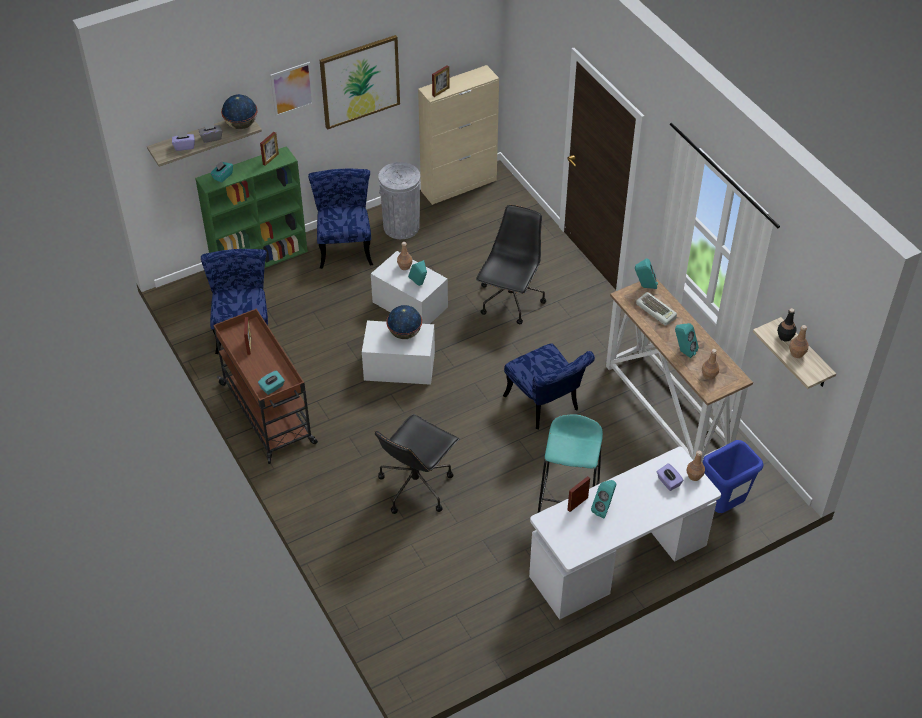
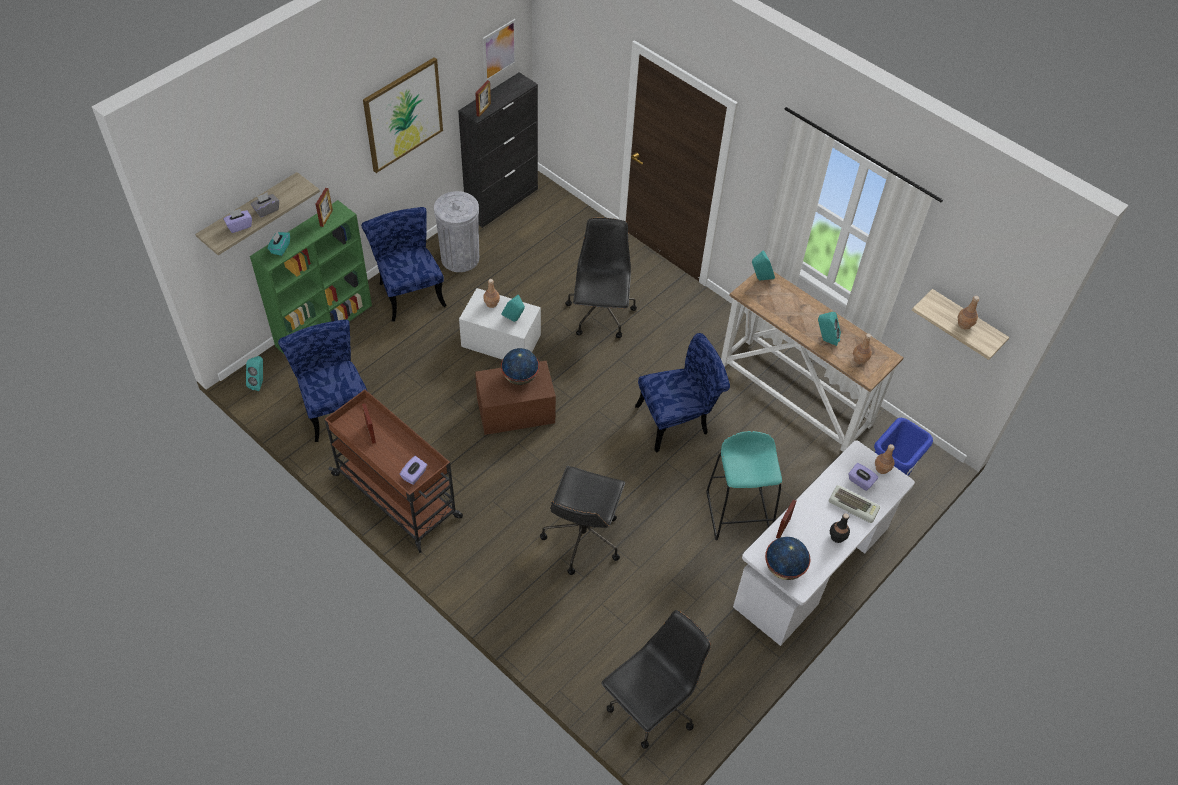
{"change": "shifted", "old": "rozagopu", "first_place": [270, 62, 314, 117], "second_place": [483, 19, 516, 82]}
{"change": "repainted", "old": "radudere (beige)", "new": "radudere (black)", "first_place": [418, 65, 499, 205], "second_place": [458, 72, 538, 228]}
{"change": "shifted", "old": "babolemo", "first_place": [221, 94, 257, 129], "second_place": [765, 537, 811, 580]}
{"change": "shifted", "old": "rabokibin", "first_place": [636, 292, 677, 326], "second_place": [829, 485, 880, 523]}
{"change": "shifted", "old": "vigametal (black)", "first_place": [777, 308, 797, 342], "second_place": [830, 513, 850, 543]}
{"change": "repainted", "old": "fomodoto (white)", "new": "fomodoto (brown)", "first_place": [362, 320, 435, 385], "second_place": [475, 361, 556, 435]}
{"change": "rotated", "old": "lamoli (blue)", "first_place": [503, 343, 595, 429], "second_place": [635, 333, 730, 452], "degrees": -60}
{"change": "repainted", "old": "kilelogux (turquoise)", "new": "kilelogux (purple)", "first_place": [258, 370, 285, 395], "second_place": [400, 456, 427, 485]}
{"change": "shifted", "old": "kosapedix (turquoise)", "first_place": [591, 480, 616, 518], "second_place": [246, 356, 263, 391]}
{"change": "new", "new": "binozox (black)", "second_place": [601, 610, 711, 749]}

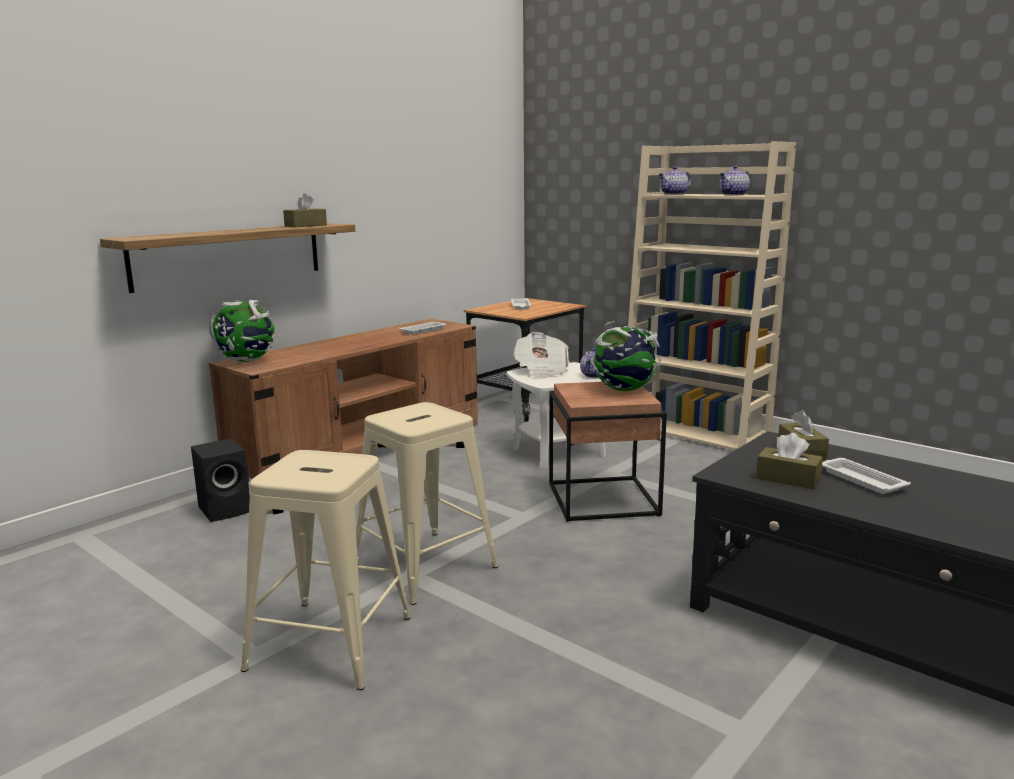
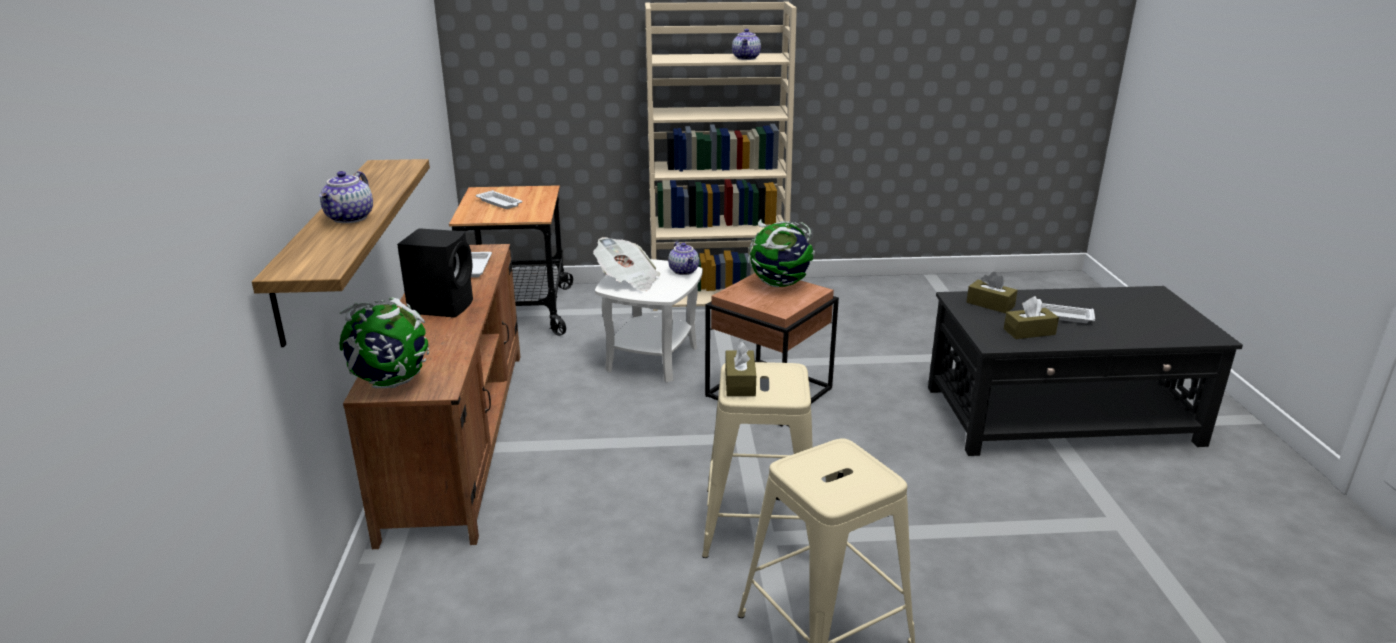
{"change": "shifted", "old": "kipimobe", "first_place": [658, 166, 691, 195], "second_place": [319, 171, 373, 223]}
{"change": "shifted", "old": "kilelogux (brown)", "first_place": [283, 193, 327, 227], "second_place": [725, 341, 756, 396]}
{"change": "shifted", "old": "kosapedix (black)", "first_place": [191, 438, 250, 522], "second_place": [397, 228, 473, 318]}

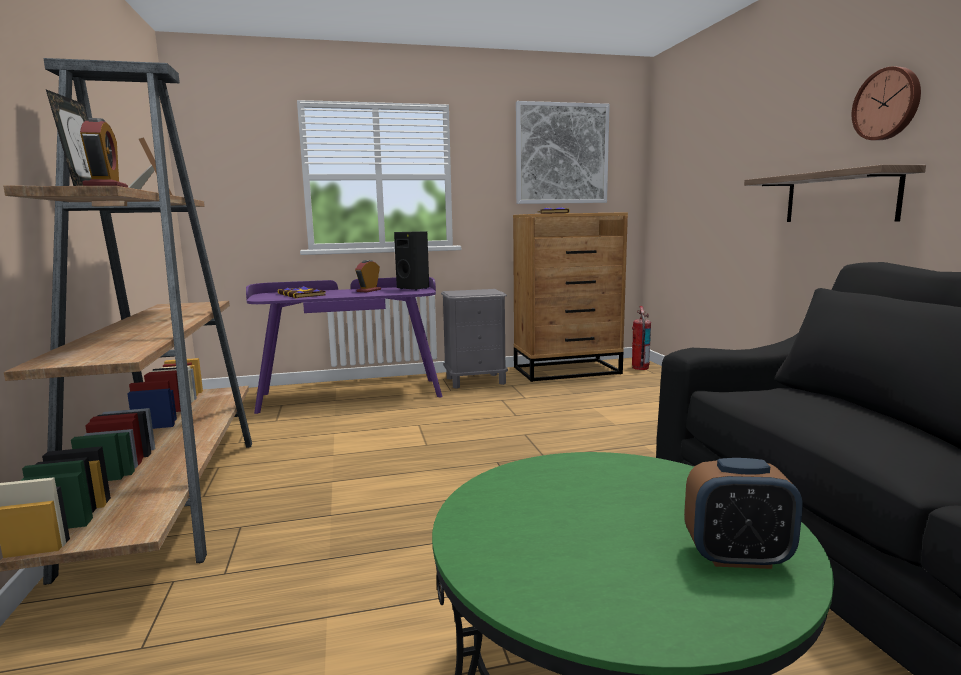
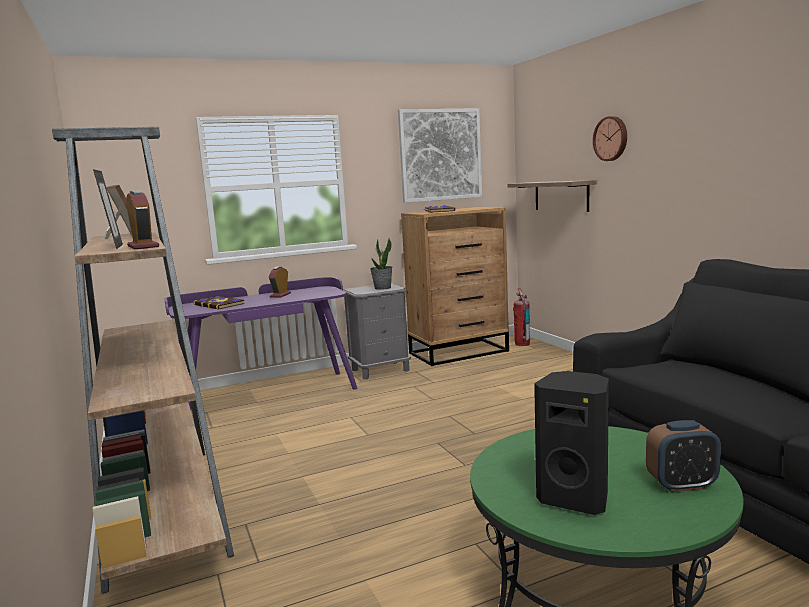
{"change": "shifted", "old": "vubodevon", "first_place": [852, 66, 921, 140], "second_place": [593, 116, 627, 161]}
{"change": "shifted", "old": "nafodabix", "first_place": [744, 165, 926, 222], "second_place": [507, 180, 597, 212]}
{"change": "shifted", "old": "kosapedix (black)", "first_place": [394, 231, 429, 291], "second_place": [534, 371, 609, 515]}
{"change": "new", "new": "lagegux", "second_place": [370, 238, 393, 290]}

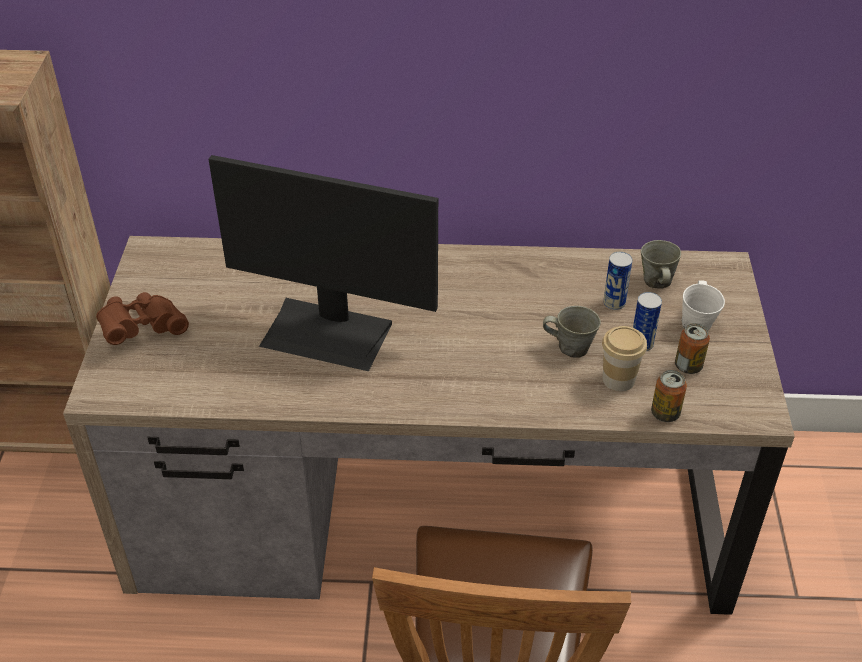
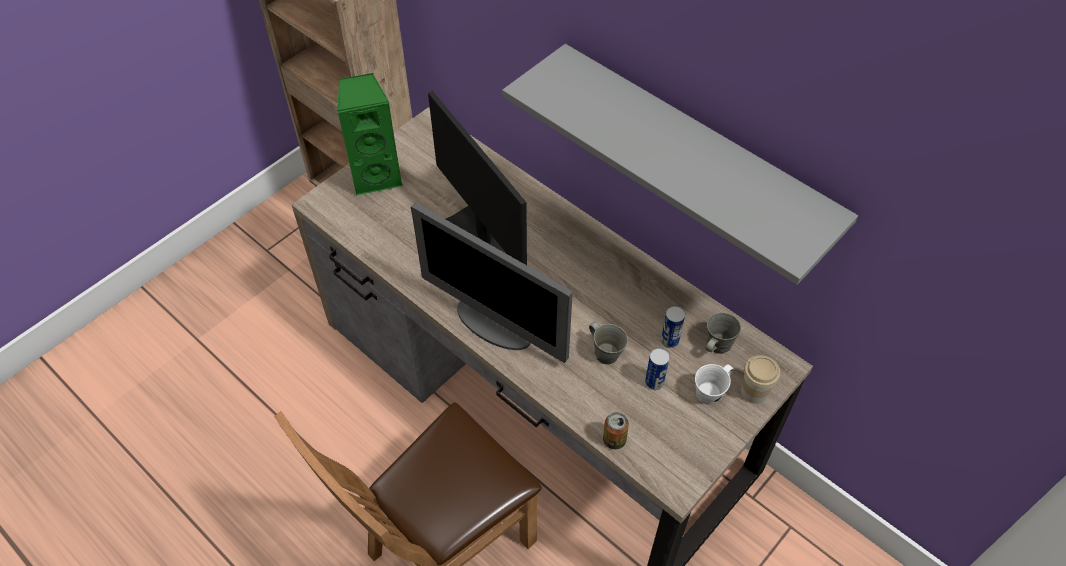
{"change": "swapped", "old": "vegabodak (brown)", "new": "kosapedix (green)", "first_place": [96, 292, 189, 345], "second_place": [337, 73, 403, 196]}
{"change": "gone", "old": "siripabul", "first_place": [675, 323, 710, 374]}
{"change": "shifted", "old": "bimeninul", "first_place": [602, 326, 647, 392], "second_place": [741, 355, 780, 404]}
{"change": "new", "new": "nafodabix (grey)", "second_place": [502, 44, 858, 285]}
{"change": "new", "new": "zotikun", "second_place": [411, 203, 573, 363]}

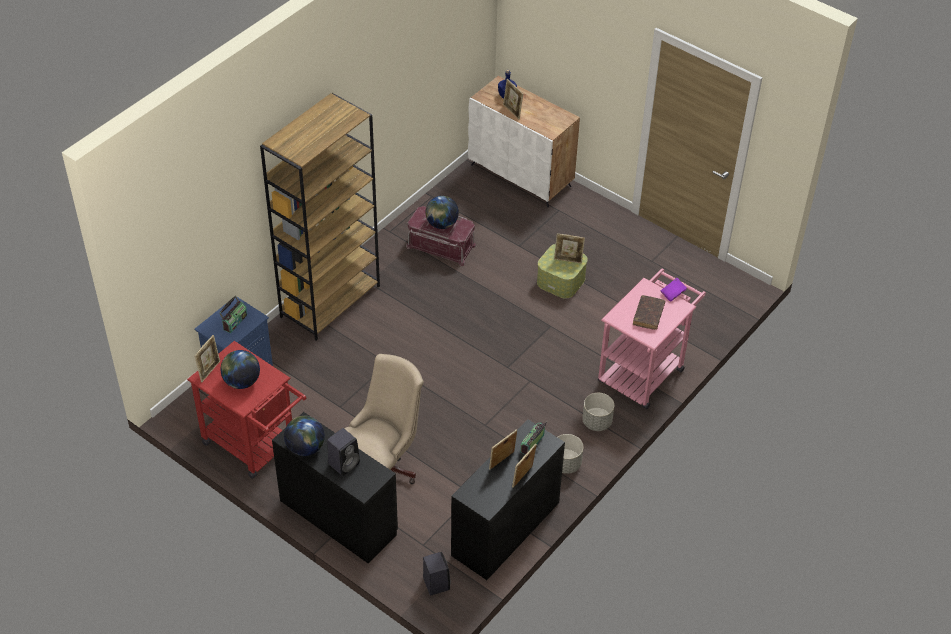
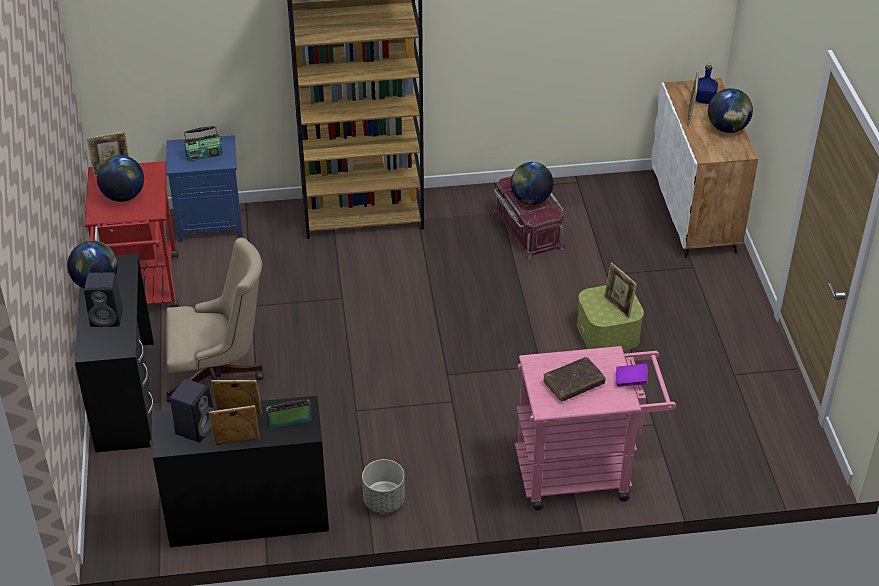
{"change": "gone", "old": "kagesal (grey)", "first_place": [582, 393, 614, 431]}
{"change": "shifted", "old": "kosapedix (black)", "first_place": [423, 552, 451, 595], "second_place": [170, 379, 215, 443]}
{"change": "new", "new": "babolemo", "second_place": [708, 88, 753, 133]}

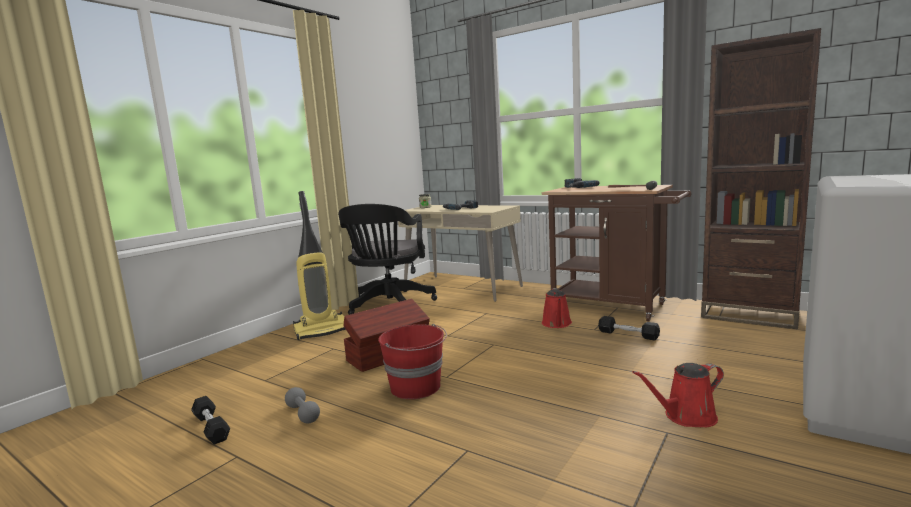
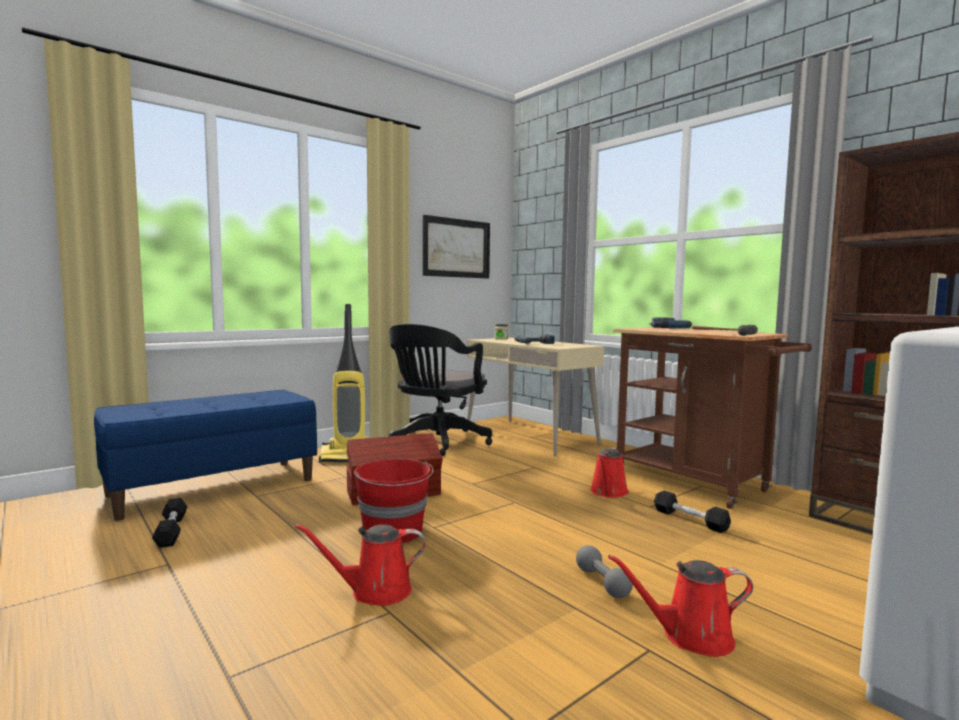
{"change": "shifted", "old": "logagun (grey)", "first_place": [285, 387, 320, 424], "second_place": [576, 545, 633, 598]}
{"change": "new", "new": "rozagopu", "second_place": [423, 215, 490, 279]}
{"change": "new", "new": "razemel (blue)", "second_place": [94, 390, 317, 521]}
{"change": "new", "new": "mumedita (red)", "second_place": [295, 524, 426, 606]}

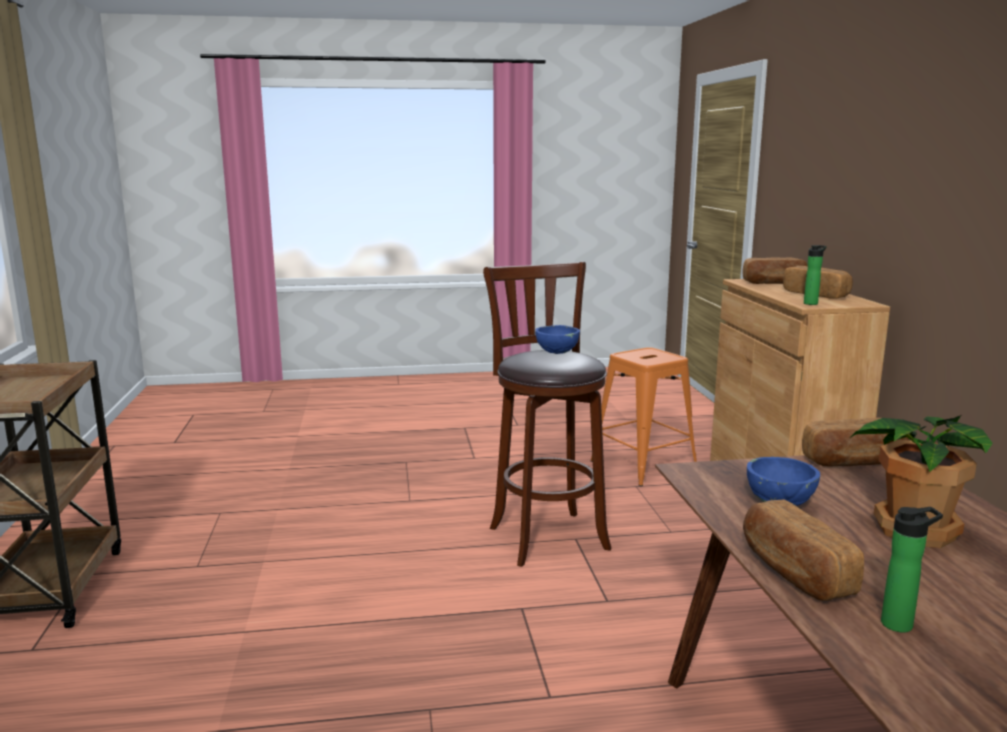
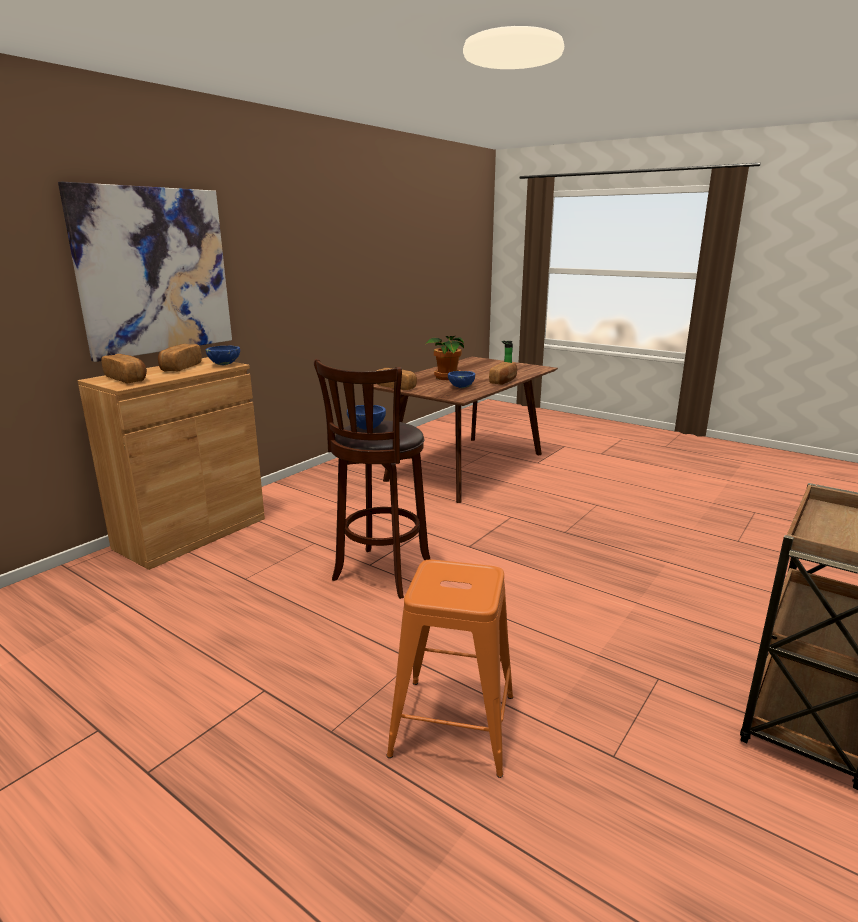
{"change": "swapped", "old": "vigametal", "new": "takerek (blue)", "first_place": [804, 245, 827, 305], "second_place": [206, 345, 240, 365]}
{"change": "shifted", "old": "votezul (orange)", "first_place": [590, 347, 697, 486], "second_place": [387, 560, 513, 778]}
{"change": "new", "new": "rozagopu", "second_place": [58, 182, 232, 362]}

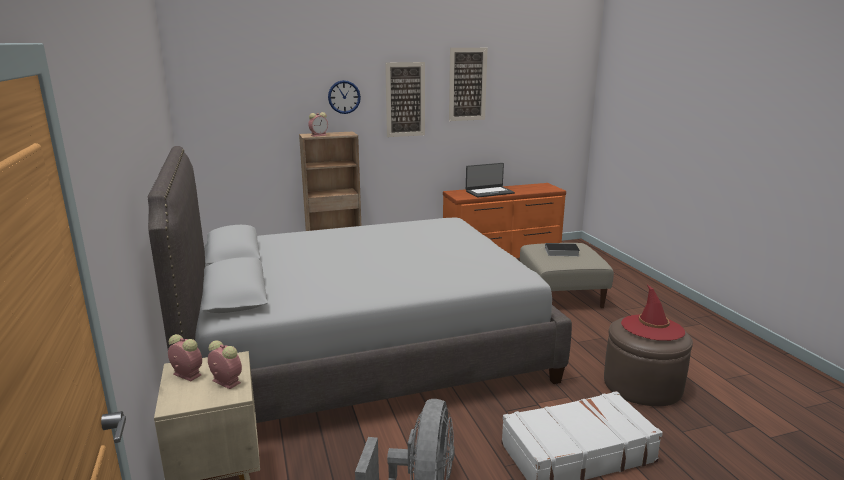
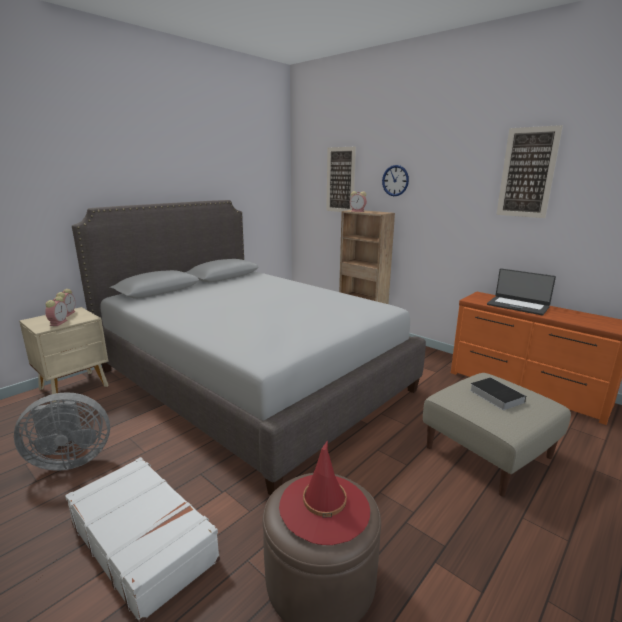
{"change": "shifted", "old": "rozagopu", "first_place": [385, 62, 425, 137], "second_place": [326, 147, 356, 212]}

